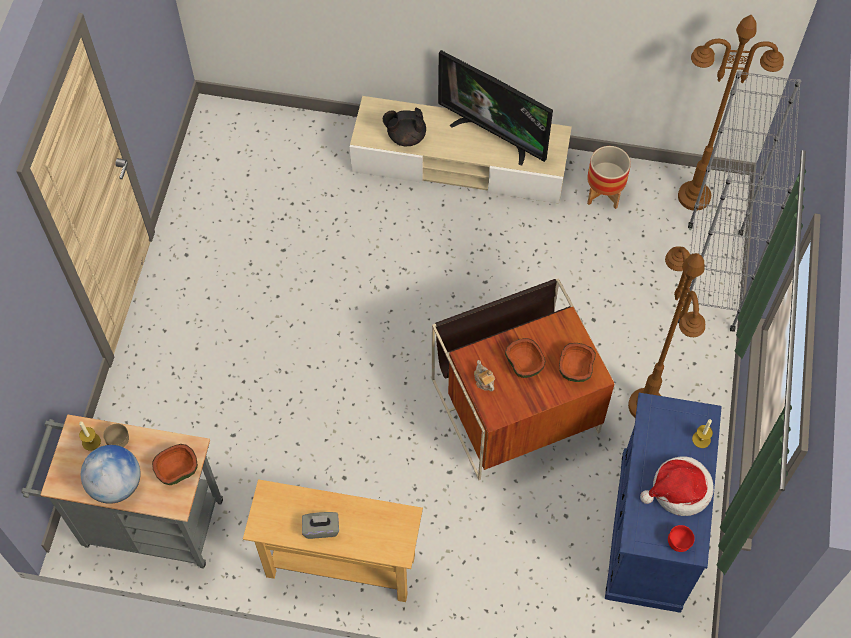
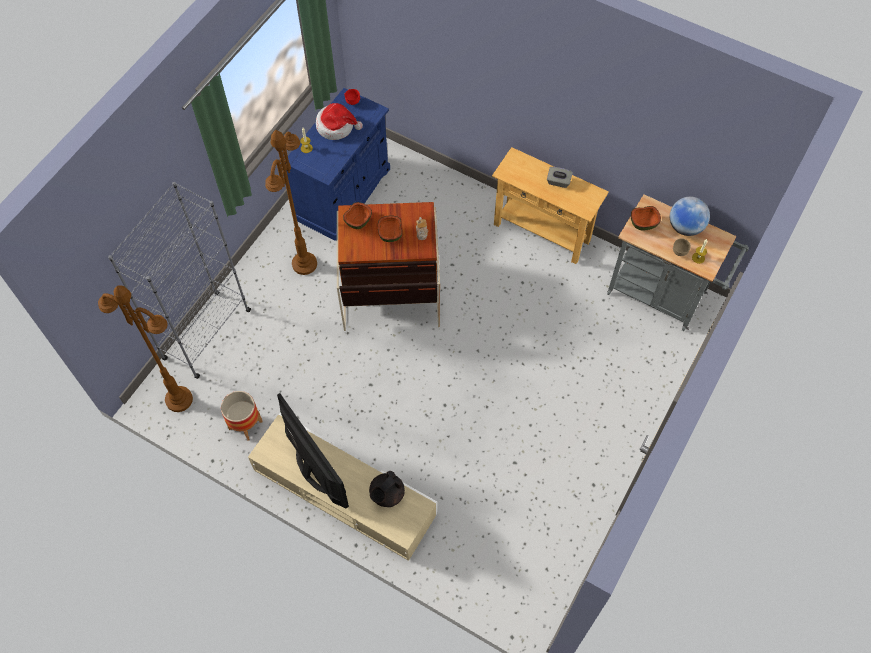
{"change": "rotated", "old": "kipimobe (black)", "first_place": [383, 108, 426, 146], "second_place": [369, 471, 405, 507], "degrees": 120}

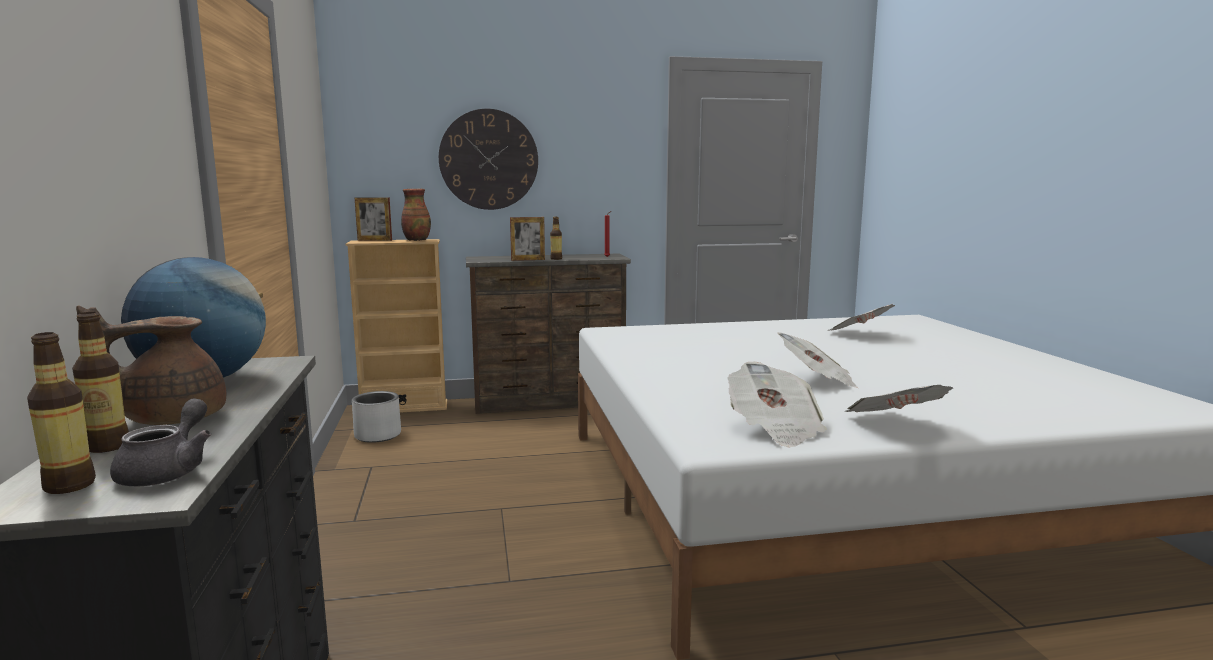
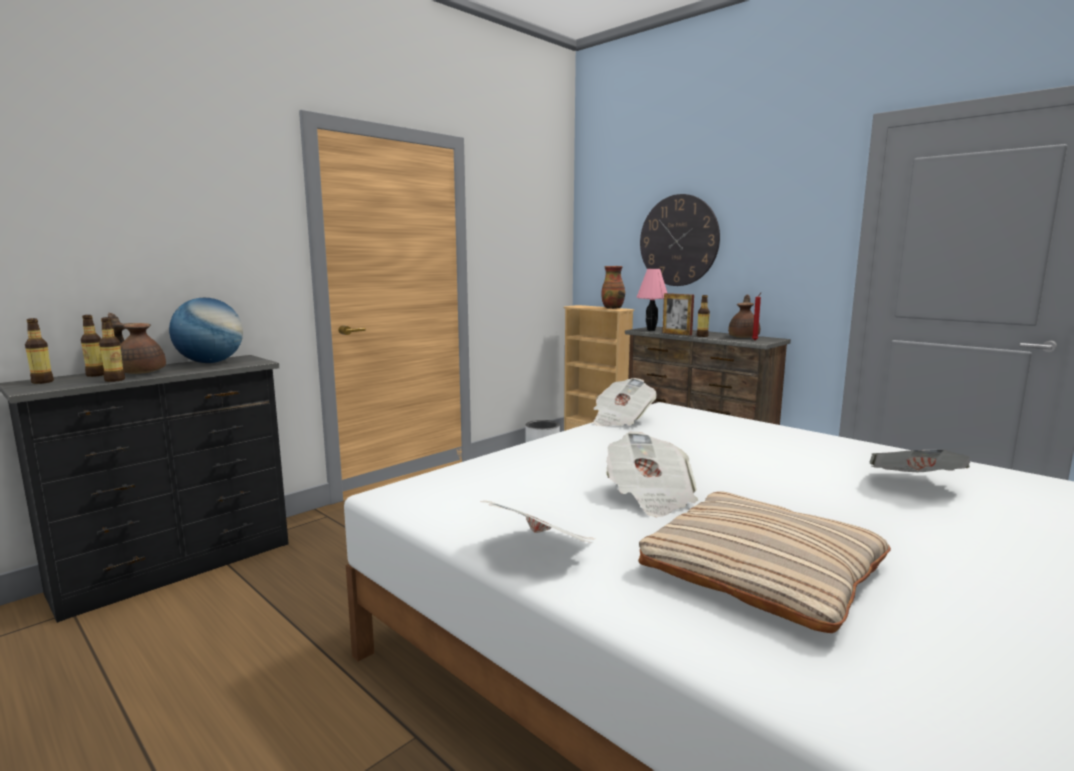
{"change": "gone", "old": "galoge", "first_place": [355, 197, 392, 241]}
{"change": "shifted", "old": "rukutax", "first_place": [727, 362, 827, 448], "second_place": [593, 378, 657, 426]}
{"change": "gone", "old": "kipimobe (grey)", "first_place": [110, 398, 211, 487]}
{"change": "new", "new": "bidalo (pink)", "second_place": [636, 269, 667, 331]}
{"change": "new", "new": "kipimobe (brown)", "second_place": [728, 294, 760, 338]}
{"change": "new", "new": "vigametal", "second_place": [99, 317, 125, 382]}
{"change": "new", "new": "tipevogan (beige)", "second_place": [639, 491, 891, 633]}

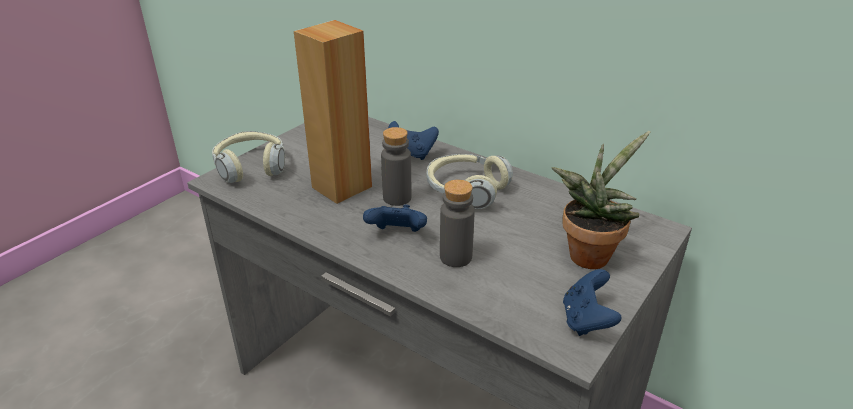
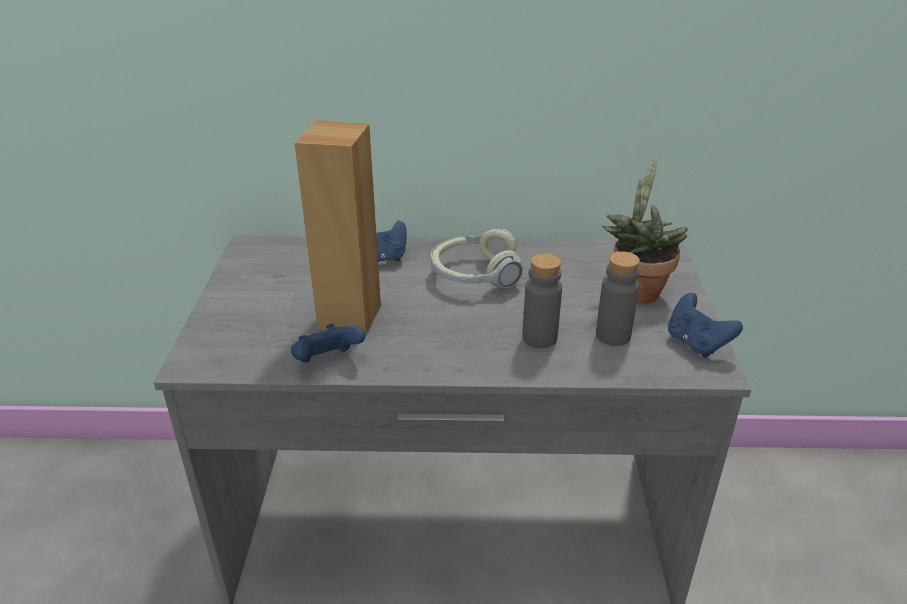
{"change": "shifted", "old": "vigametal (grey)", "first_place": [381, 127, 412, 206], "second_place": [596, 251, 640, 346]}
{"change": "gone", "old": "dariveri", "first_place": [212, 131, 285, 183]}
{"change": "shifted", "old": "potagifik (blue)", "first_place": [363, 205, 427, 232], "second_place": [291, 324, 366, 363]}

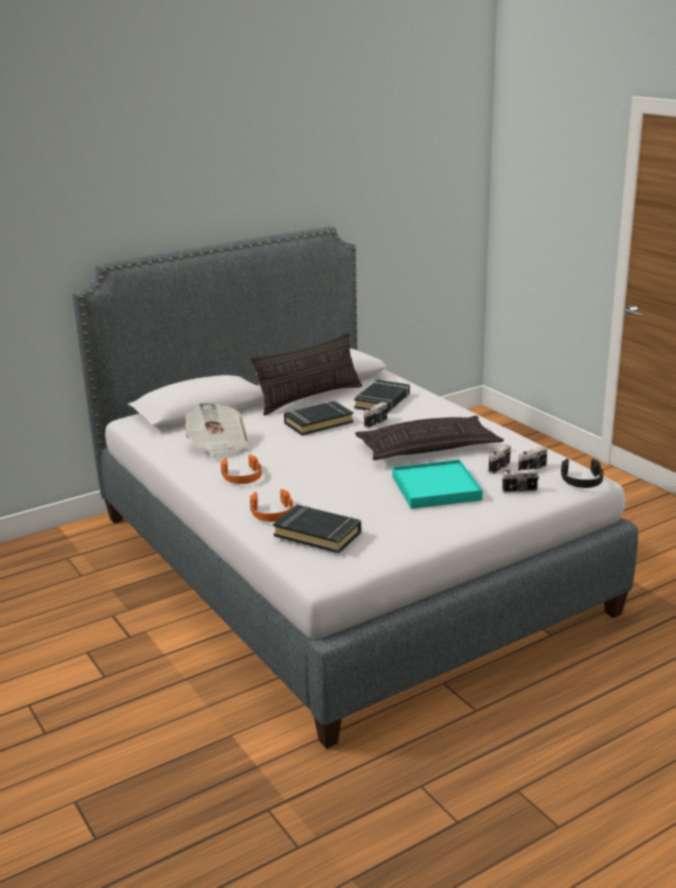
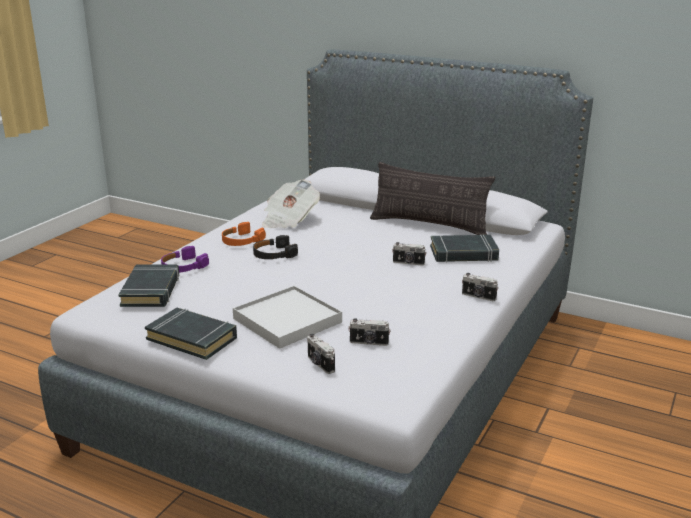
{"change": "shifted", "old": "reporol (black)", "first_place": [284, 401, 354, 436], "second_place": [145, 308, 237, 360]}
{"change": "gone", "old": "tipevogan", "first_place": [355, 416, 504, 460]}
{"change": "shifted", "old": "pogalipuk", "first_place": [518, 446, 547, 471], "second_place": [462, 273, 499, 301]}
{"change": "repainted", "old": "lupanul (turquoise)", "new": "lupanul (white)", "first_place": [392, 459, 483, 509], "second_place": [233, 286, 342, 349]}
{"change": "shifted", "old": "dariveri (black)", "first_place": [561, 459, 604, 488], "second_place": [253, 235, 298, 259]}
{"change": "repainted", "old": "dariveri (orange)", "new": "dariveri (purple)", "first_place": [250, 489, 294, 522], "second_place": [161, 246, 209, 273]}

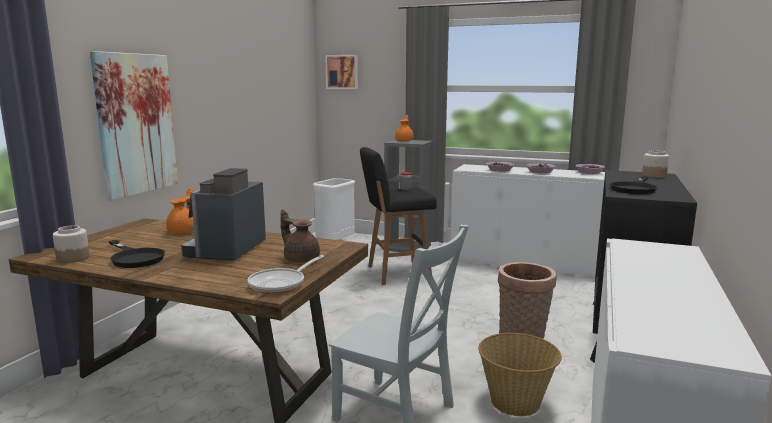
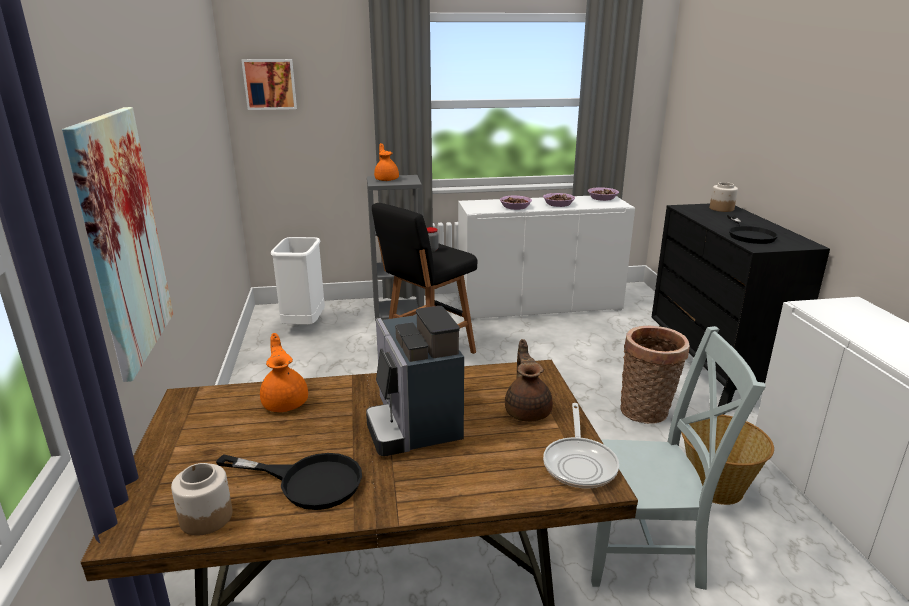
{"change": "rotated", "old": "kipimobe (brown)", "first_place": [281, 209, 320, 263], "second_place": [505, 339, 553, 422], "degrees": 75}

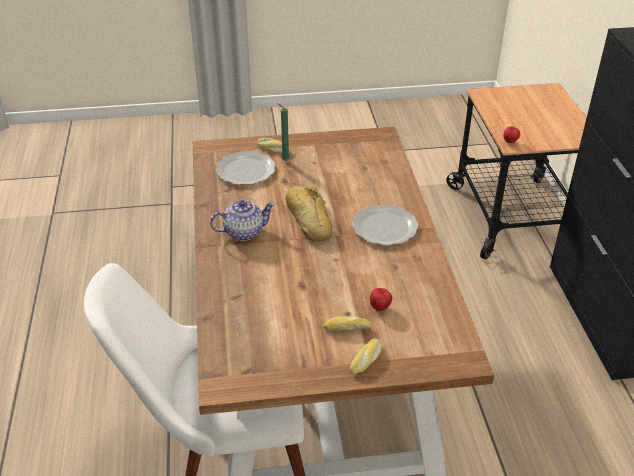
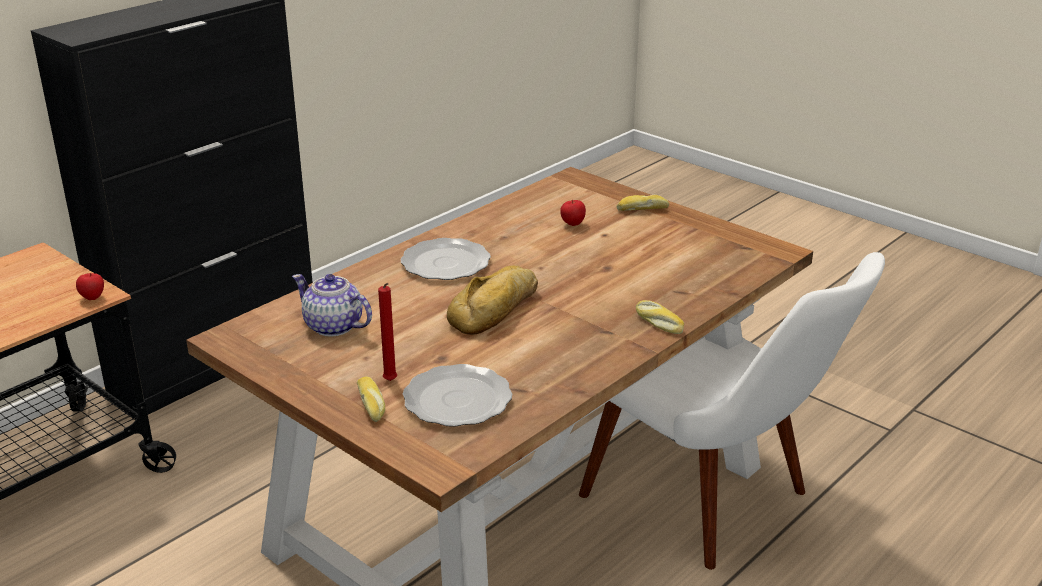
{"change": "repainted", "old": "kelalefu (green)", "new": "kelalefu (red)", "first_place": [277, 103, 290, 161], "second_place": [378, 283, 397, 381]}
{"change": "shifted", "old": "kipimobe", "first_place": [210, 200, 275, 241], "second_place": [292, 274, 372, 337]}
{"change": "shifted", "old": "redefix", "first_place": [323, 316, 372, 331], "second_place": [636, 300, 684, 334]}

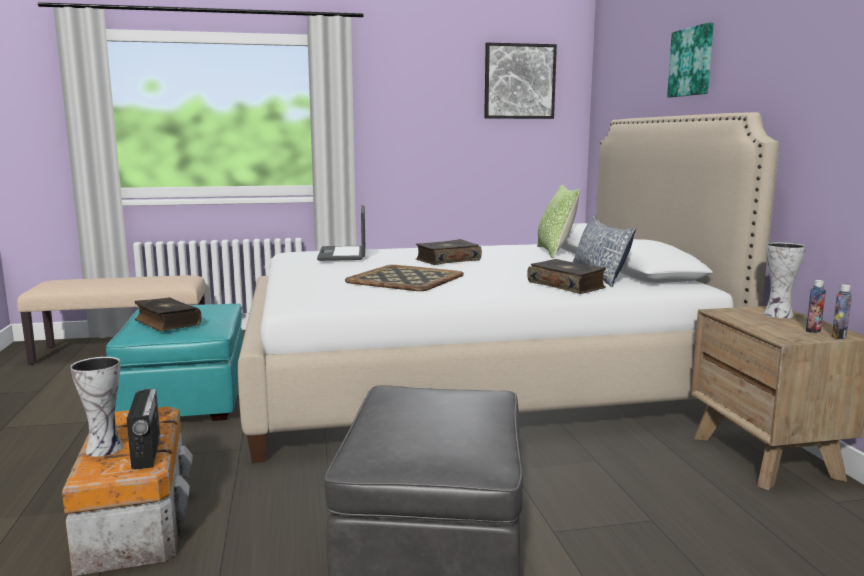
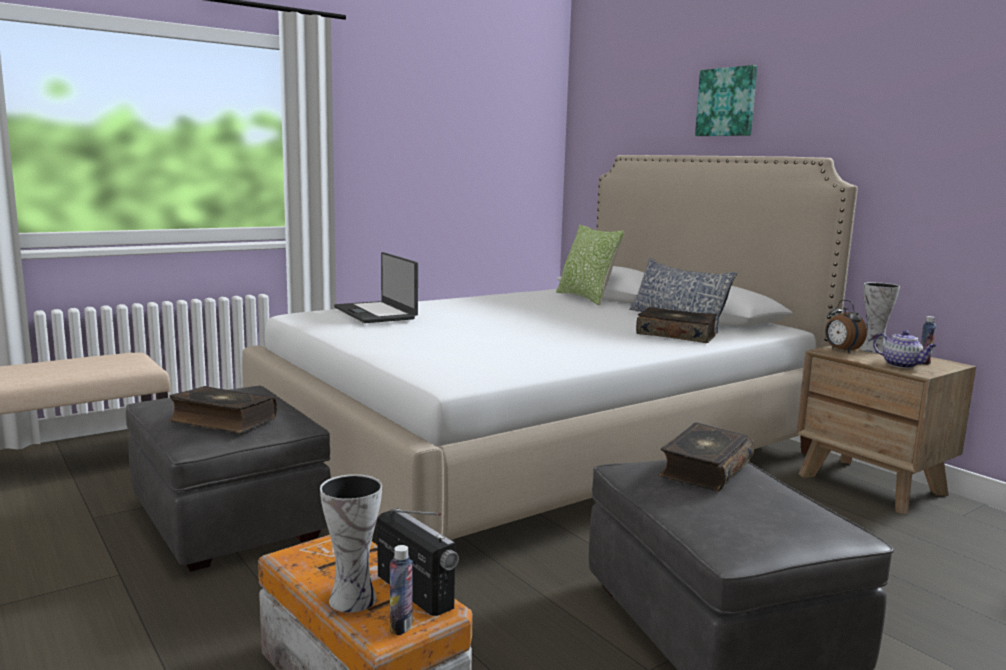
{"change": "gone", "old": "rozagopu", "first_place": [484, 42, 557, 119]}
{"change": "shifted", "old": "reporol", "first_place": [416, 239, 482, 265], "second_place": [658, 423, 754, 492]}
{"change": "gone", "old": "lupanul", "first_place": [345, 265, 464, 291]}
{"change": "shifted", "old": "vigametal", "first_place": [832, 284, 852, 339], "second_place": [390, 545, 413, 635]}
{"change": "repainted", "old": "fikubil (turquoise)", "new": "fikubil (grey)", "first_place": [106, 304, 243, 421], "second_place": [126, 385, 331, 572]}
{"change": "new", "new": "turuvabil", "second_place": [825, 300, 867, 353]}
{"change": "new", "new": "kipimobe", "second_place": [873, 330, 937, 368]}

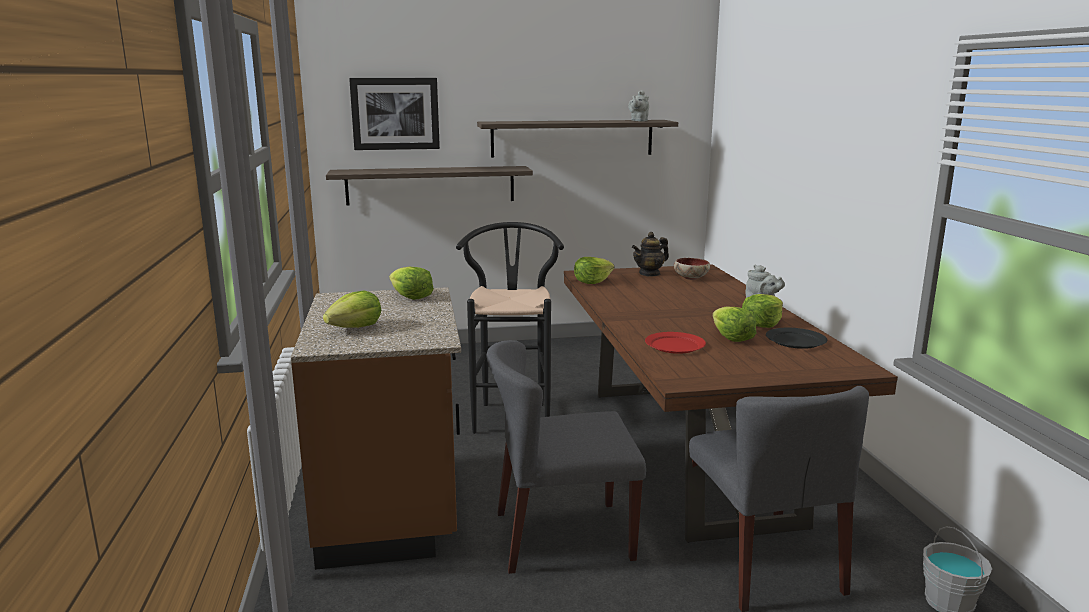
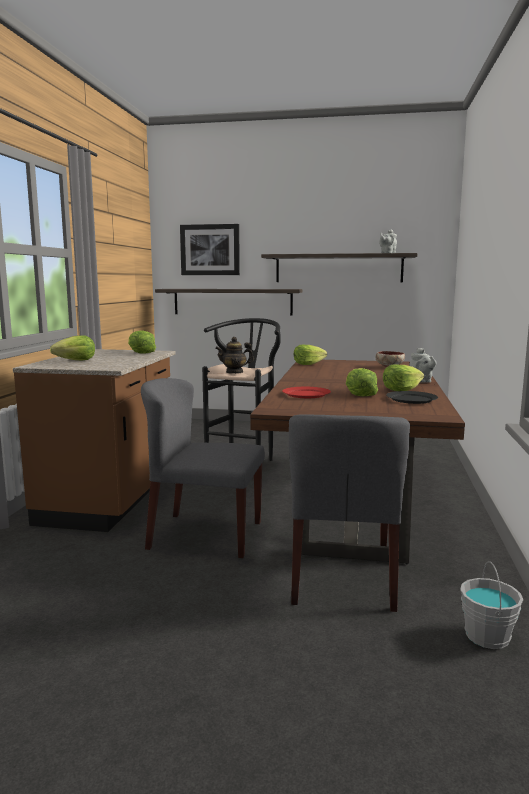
{"change": "shifted", "old": "kipimobe", "first_place": [632, 232, 669, 277], "second_place": [215, 337, 254, 374]}

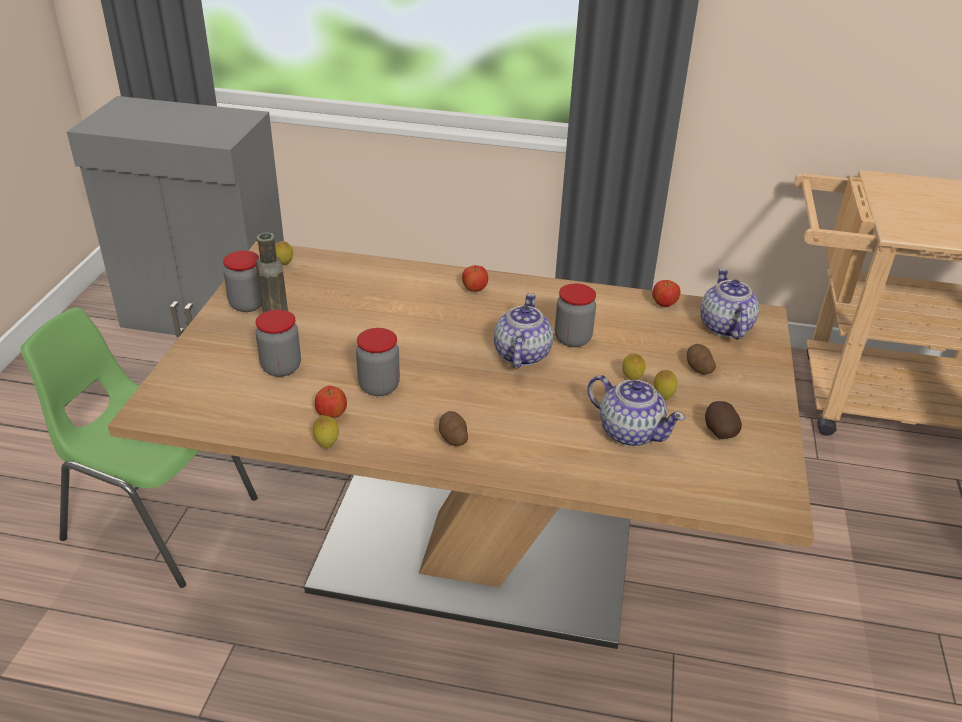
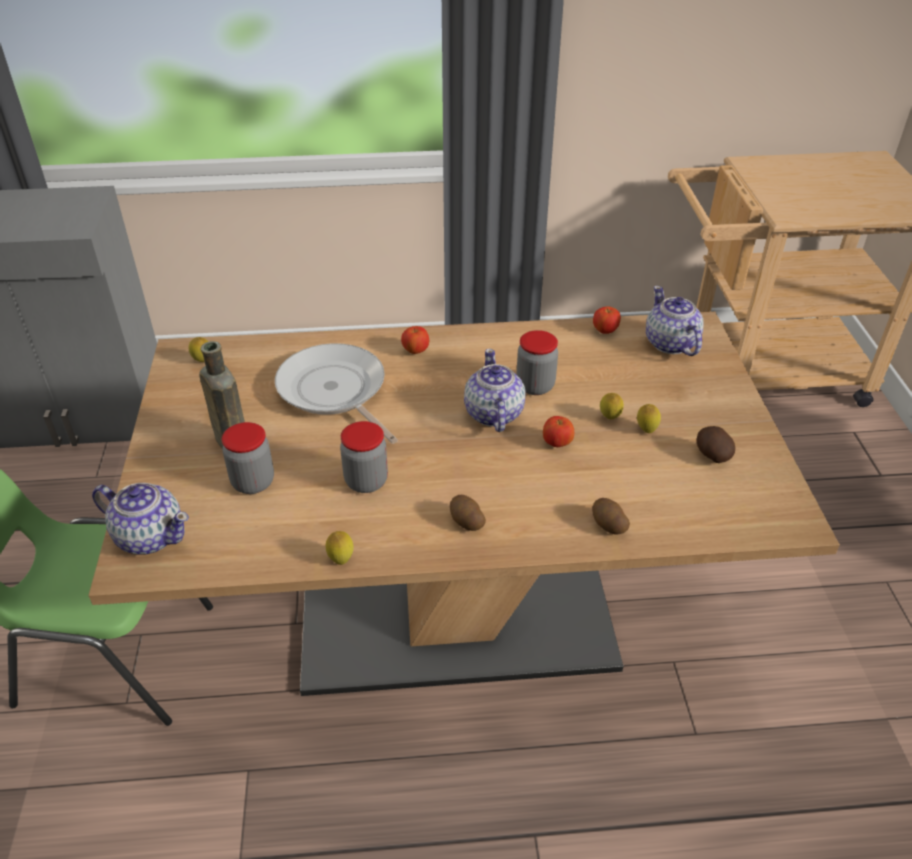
{"change": "gone", "old": "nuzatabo", "first_place": [223, 250, 262, 312]}
{"change": "shifted", "old": "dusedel", "first_place": [687, 344, 716, 375], "second_place": [592, 498, 630, 534]}
{"change": "shifted", "old": "kipimobe", "first_place": [587, 375, 685, 446], "second_place": [92, 483, 189, 554]}
{"change": "shifted", "old": "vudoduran", "first_place": [315, 386, 347, 418], "second_place": [543, 416, 574, 447]}
{"change": "new", "new": "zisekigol", "second_place": [275, 343, 398, 444]}

